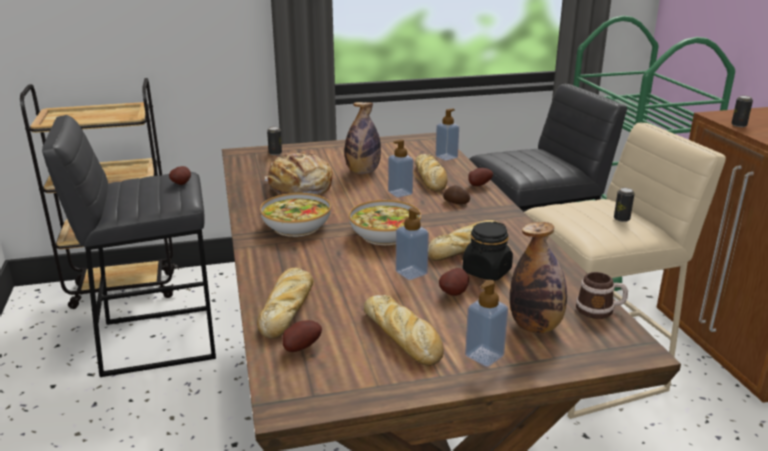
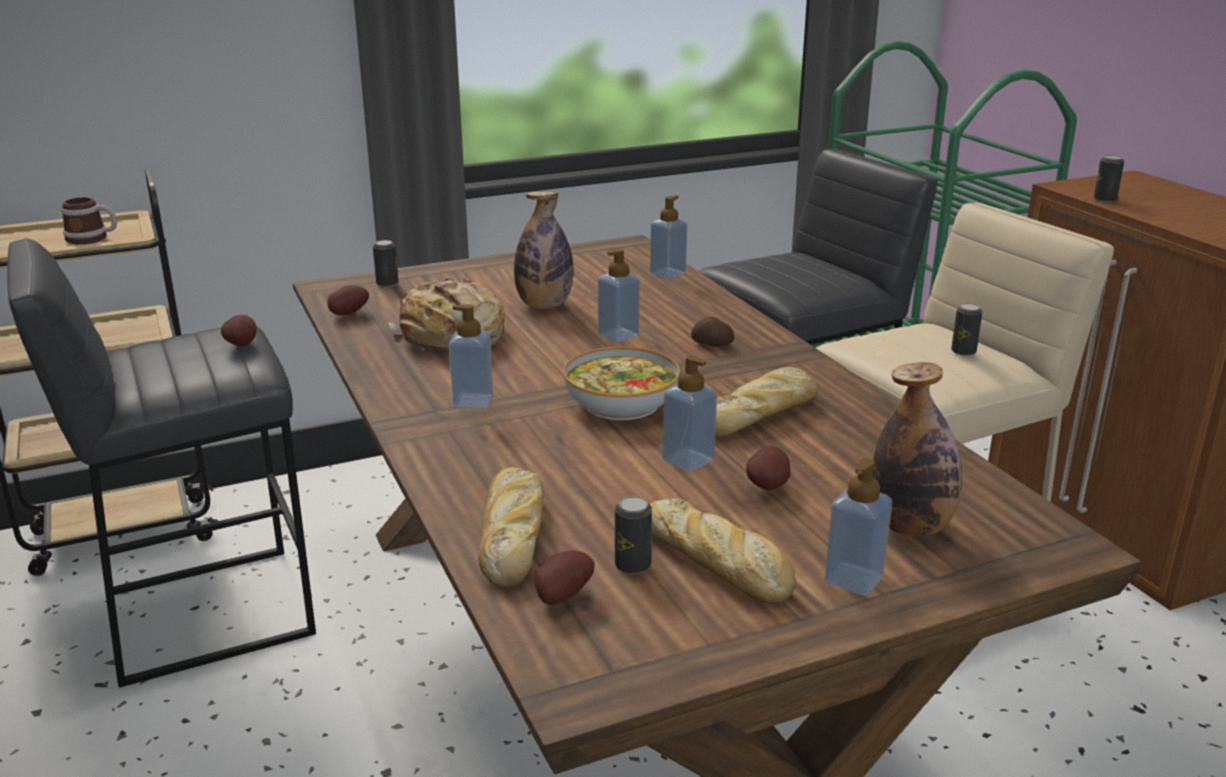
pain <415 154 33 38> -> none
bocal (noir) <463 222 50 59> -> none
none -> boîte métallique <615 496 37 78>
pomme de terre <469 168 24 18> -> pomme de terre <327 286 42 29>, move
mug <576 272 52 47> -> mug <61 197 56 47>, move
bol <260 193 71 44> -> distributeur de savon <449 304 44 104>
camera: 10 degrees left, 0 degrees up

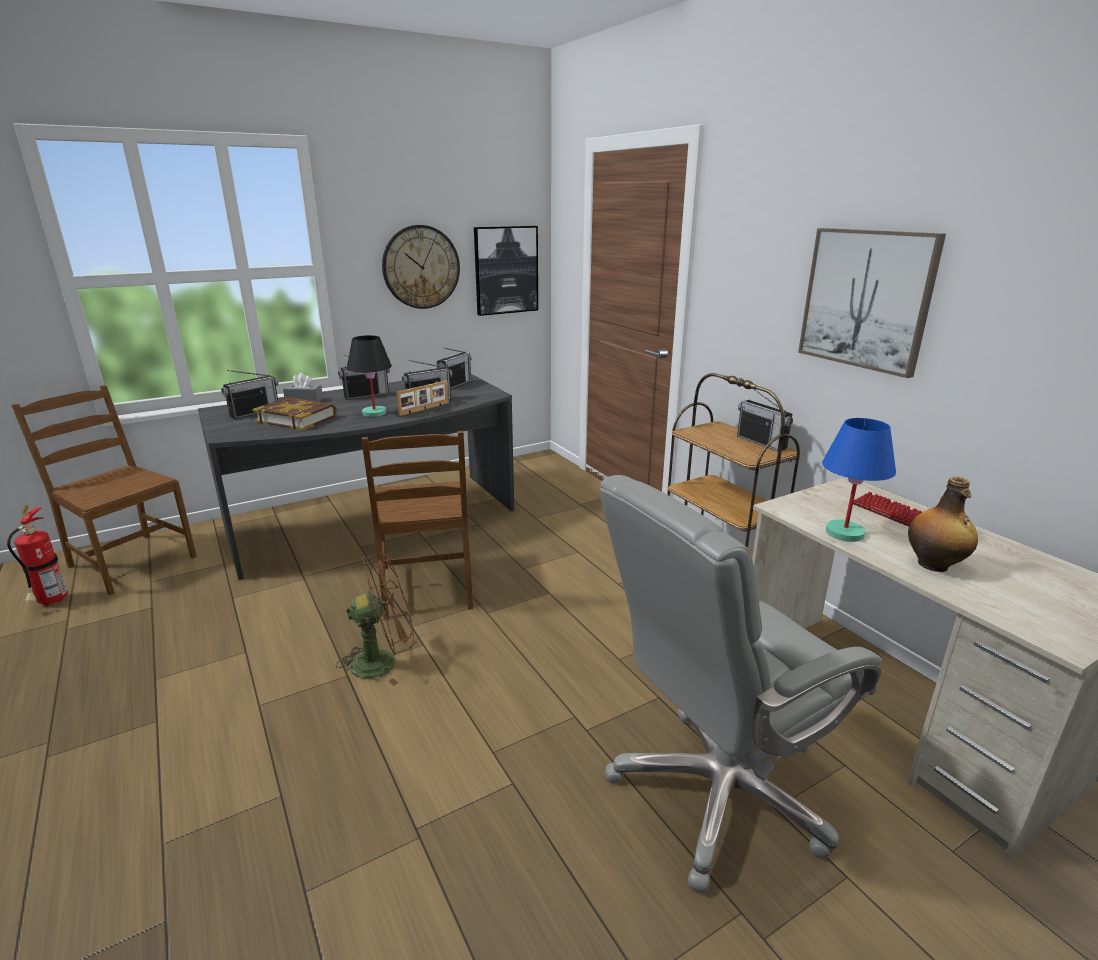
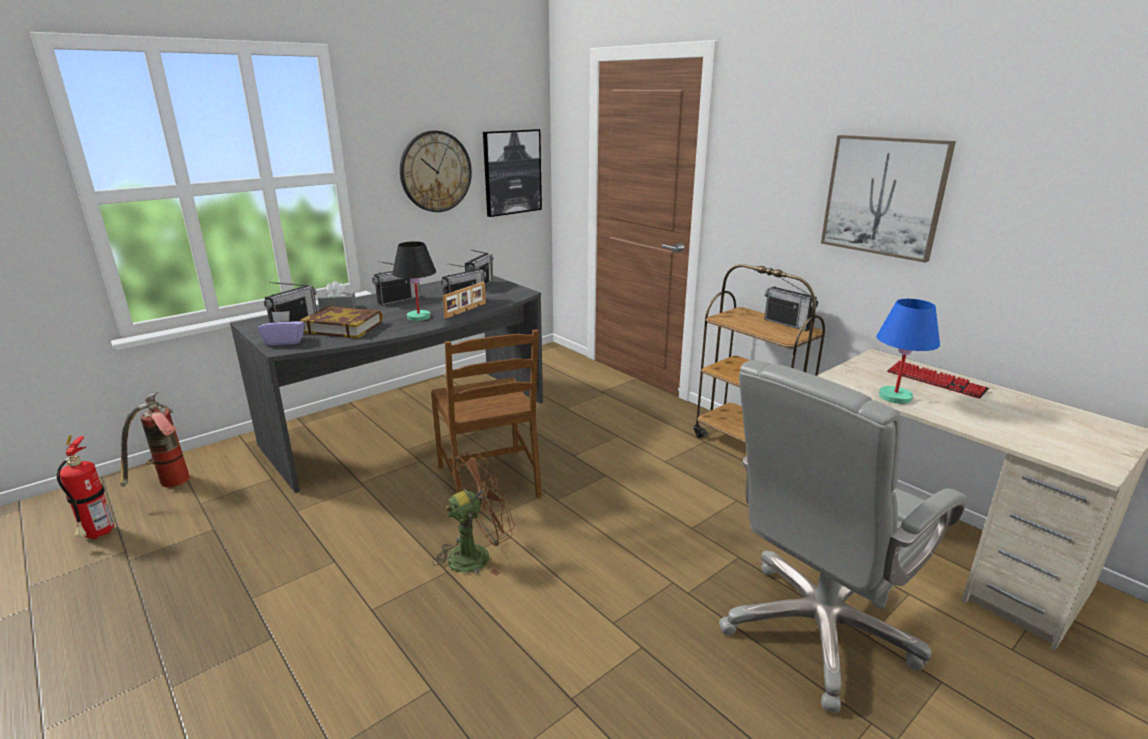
bouteille <908 477 70 95> -> none
none -> boîte à mouchoirs (violet) <258 311 47 34>
chaise (marron) <11 385 186 210> -> extincteur <120 392 70 95>
camera: 10 degrees left, 0 degrees up

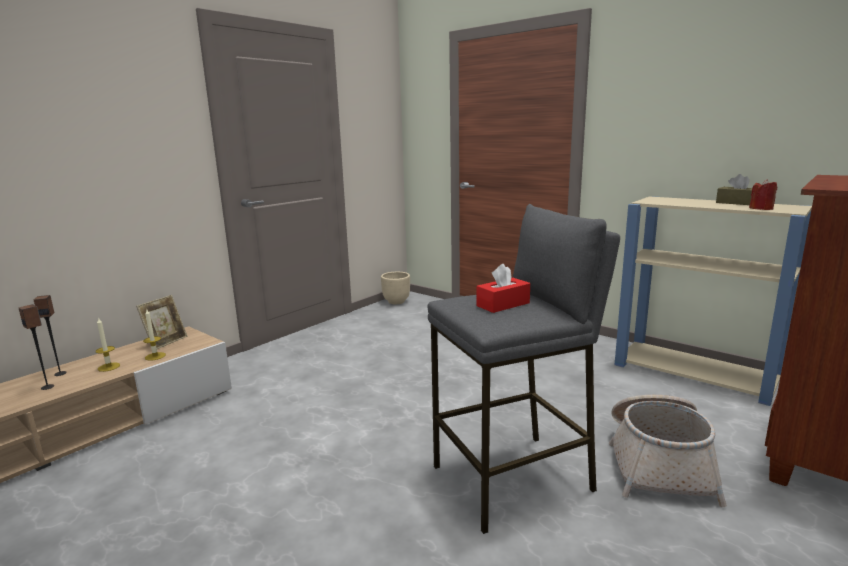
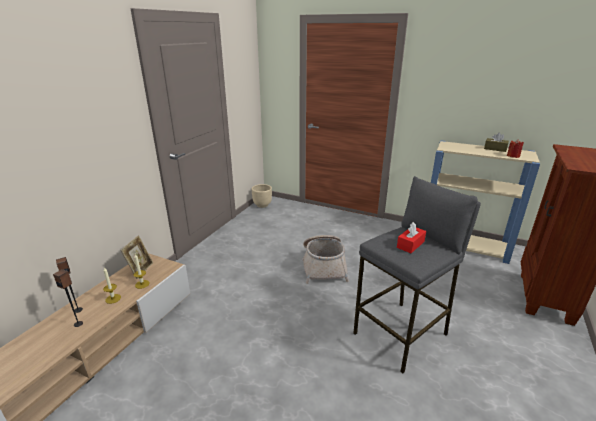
panier <609 395 118 112> -> panier <302 235 47 49>, move
camera: 15 degrees left, 10 degrees up

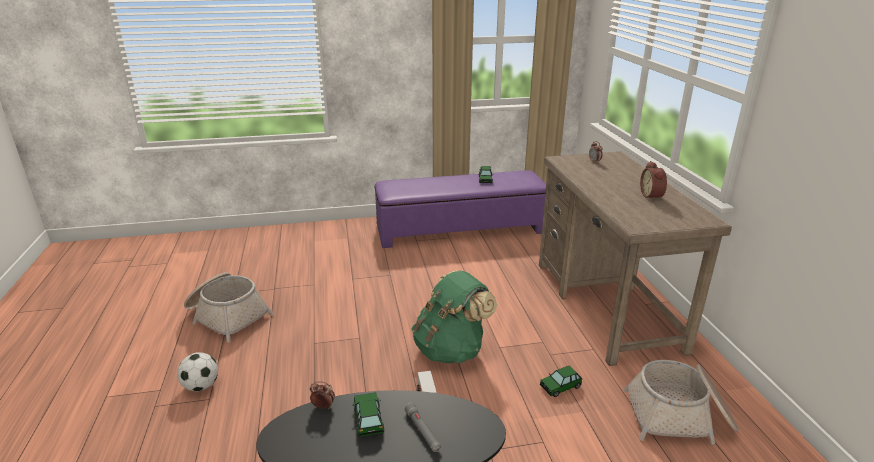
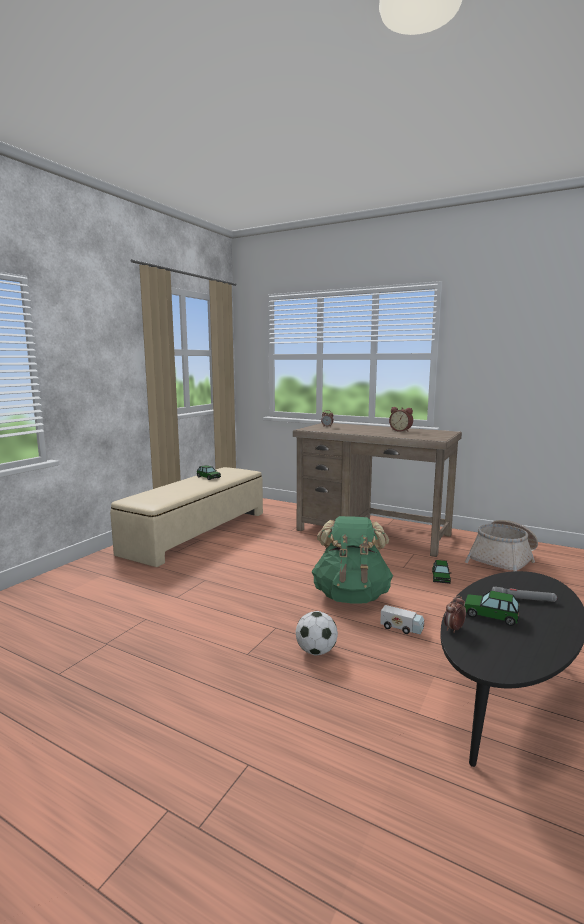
panier <184 272 90 71> -> none
ballon de foot <177 352 41 39> -> ballon de foot <296 611 42 45>, move
banc (violet) <375 170 171 78> -> banc (beige) <110 467 153 100>
camera: 50 degrees left, 15 degrees down

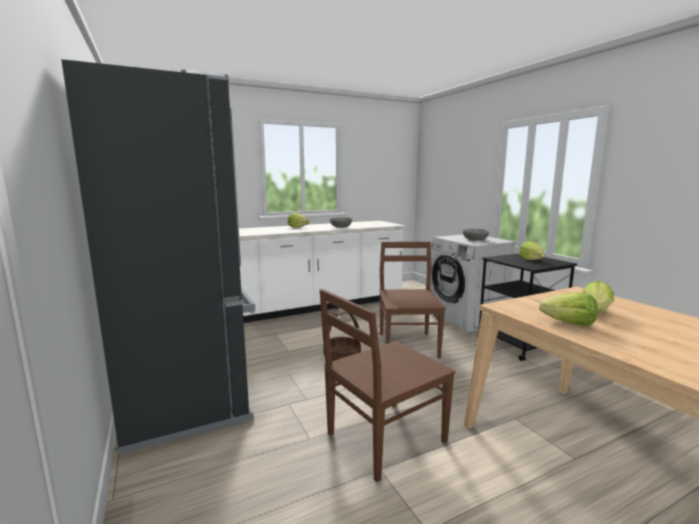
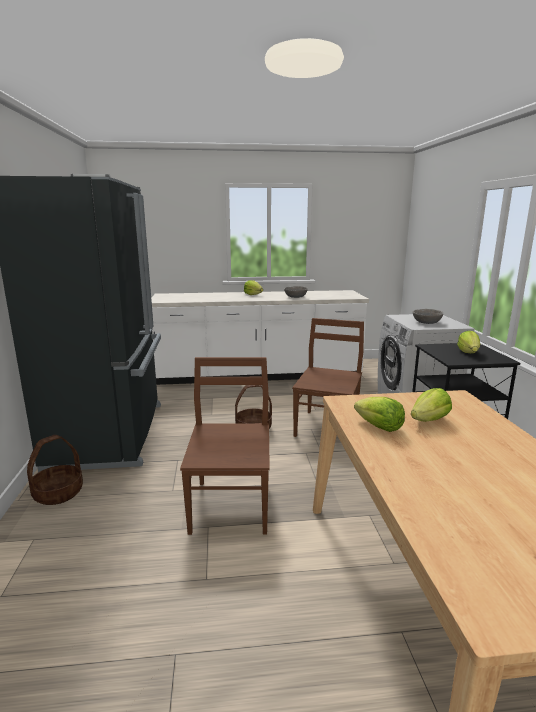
none -> panier <27 435 56 70>
chaise (marron) <320 289 136 193> -> chaise (marron) <180 357 90 178>, 105 degrees clockwise
camera: 20 degrees right, 5 degrees up

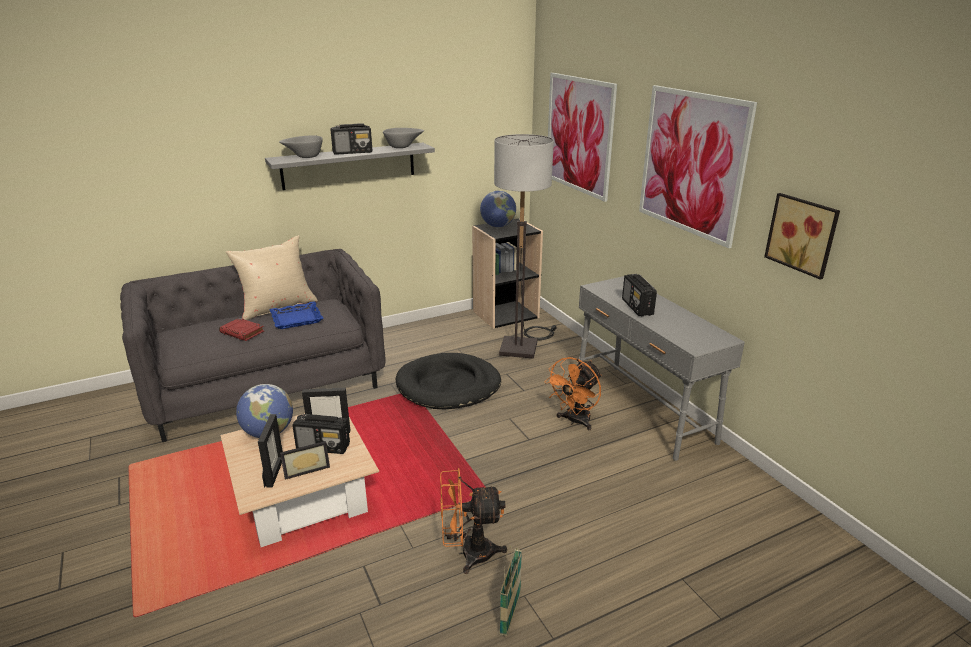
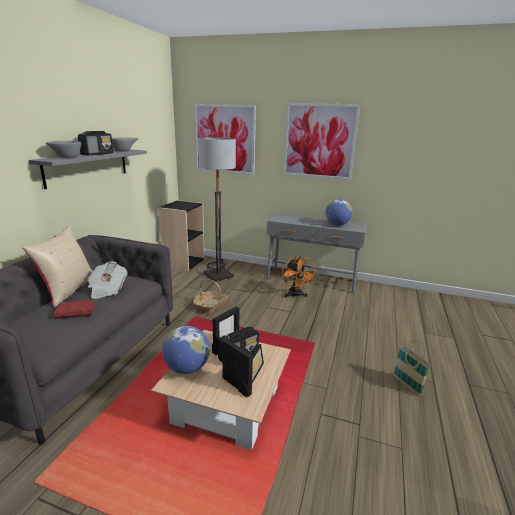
ventilateur (orange) <440 468 67 106> -> none
radio <622 274 35 42> -> none
tableau <764 193 76 86> -> none
globe <480 191 36 36> -> globe <325 199 28 27>, move
plateau (bleu) <269 301 54 28> -> journal <88 262 40 37>
panier pour chien (noir) <395 353 106 56> -> panier <193 279 35 35>
camera: 45 degrees left, 5 degrees down

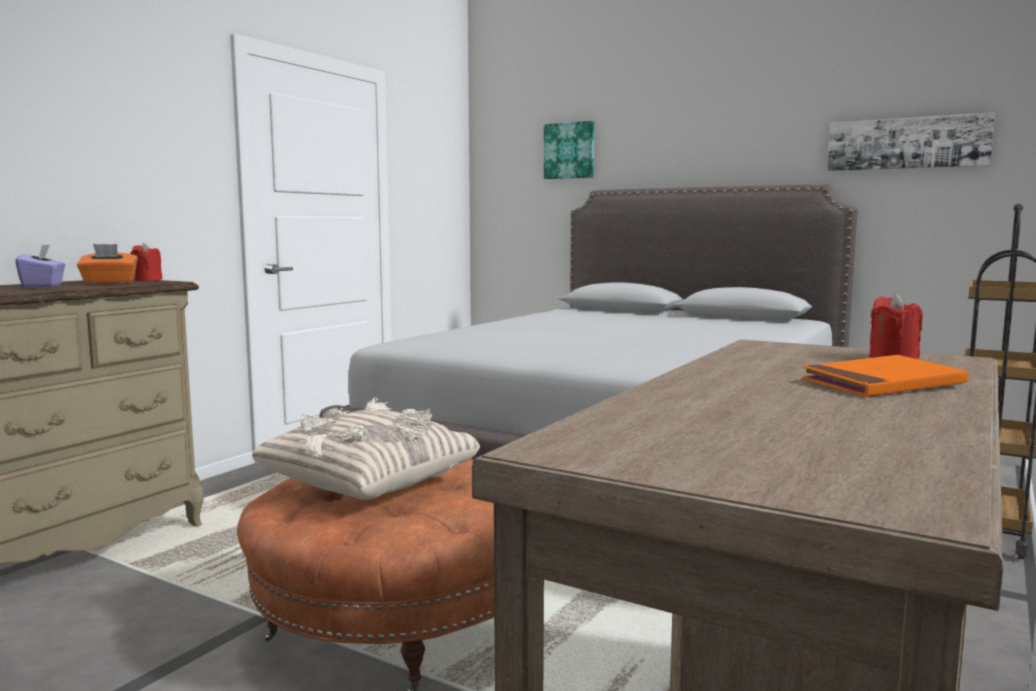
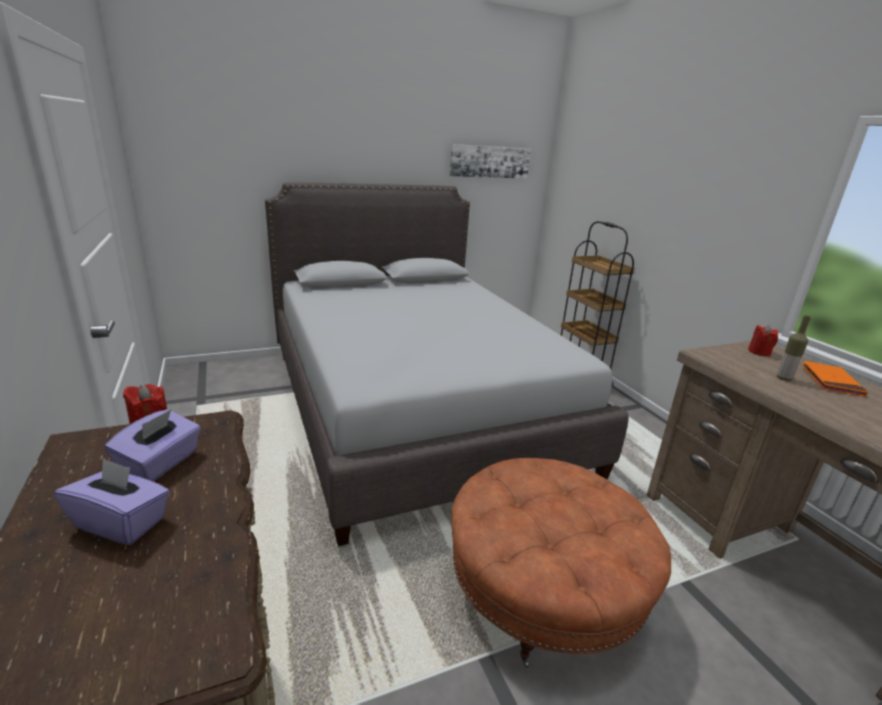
coussin (beige) <252 397 228 103> -> none
tableau <544 121 50 58> -> none
none -> bouteille <777 316 34 65>
boîte à mouchoirs (orange) <77 244 61 41> -> boîte à mouchoirs (violet) <105 409 96 72>
camera: 55 degrees left, 15 degrees up

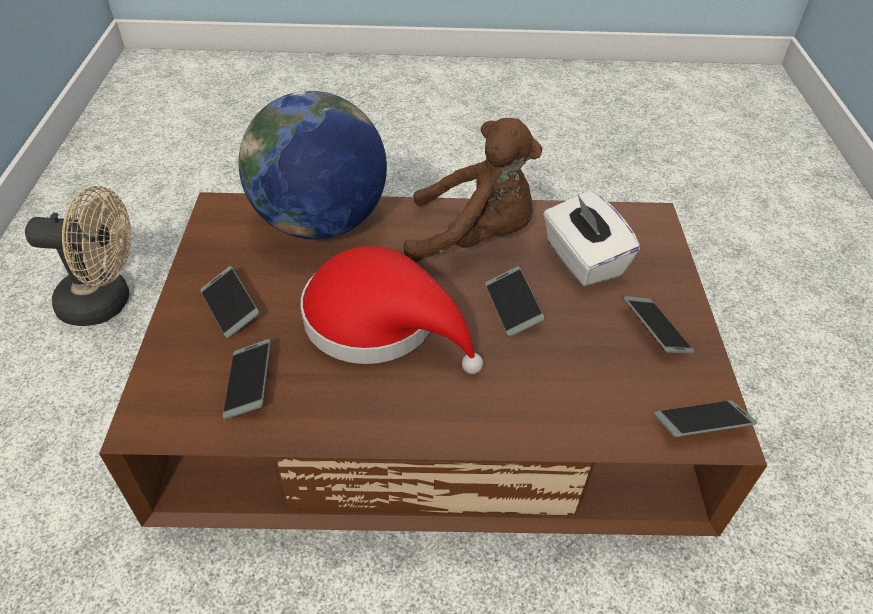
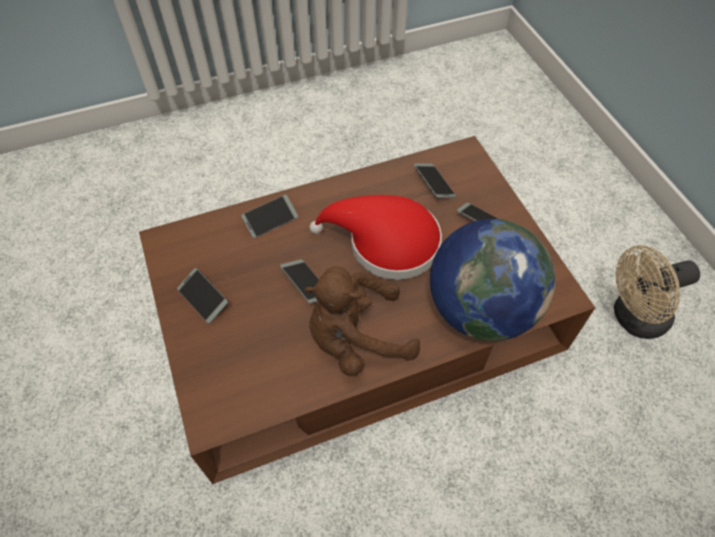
boîte à mouchoirs (blanc) <543 191 97 95> -> none
téléphone <654 401 103 36> -> téléphone <241 195 57 43>, move
camera: 160 degrees right, 10 degrees up

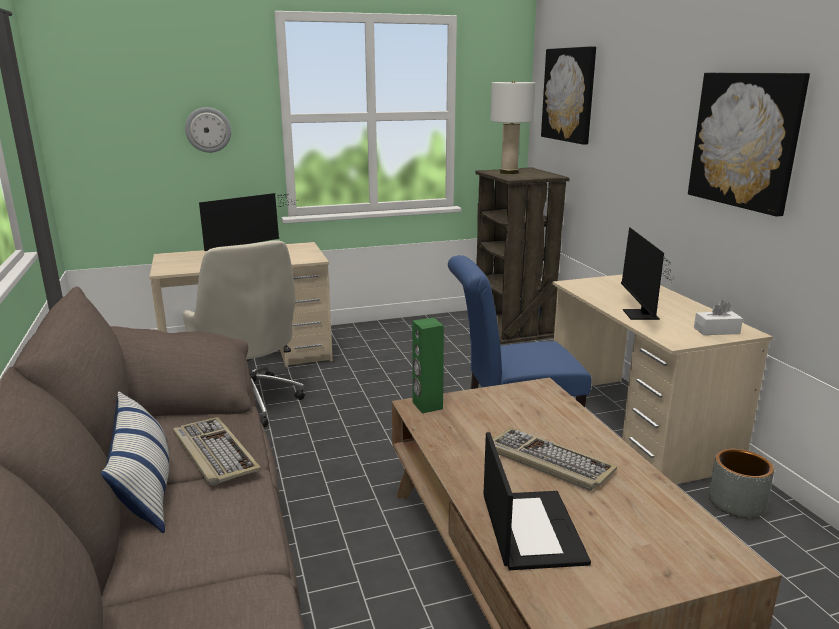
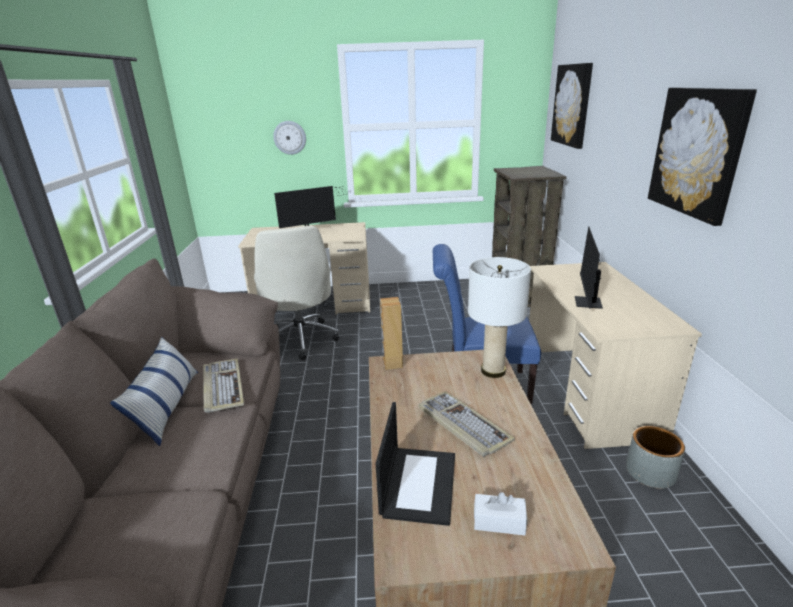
lampe de table (blanc) <490 81 45 93> -> lampe de table (blanc) <468 257 63 121>, move
boîte à mouchoirs (blanc) <694 300 49 35> -> boîte à mouchoirs (blanc) <474 492 53 43>, move
enceinte (vert) <412 317 32 96> -> enceinte (marron) <380 297 23 73>
camera: 15 degrees right, 5 degrees up

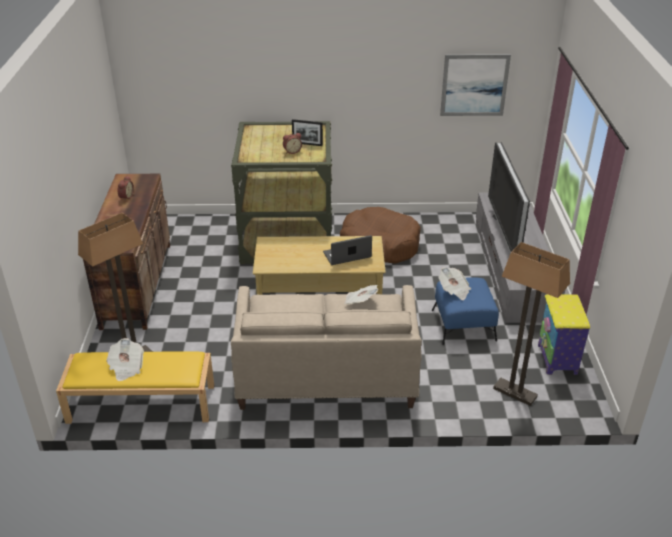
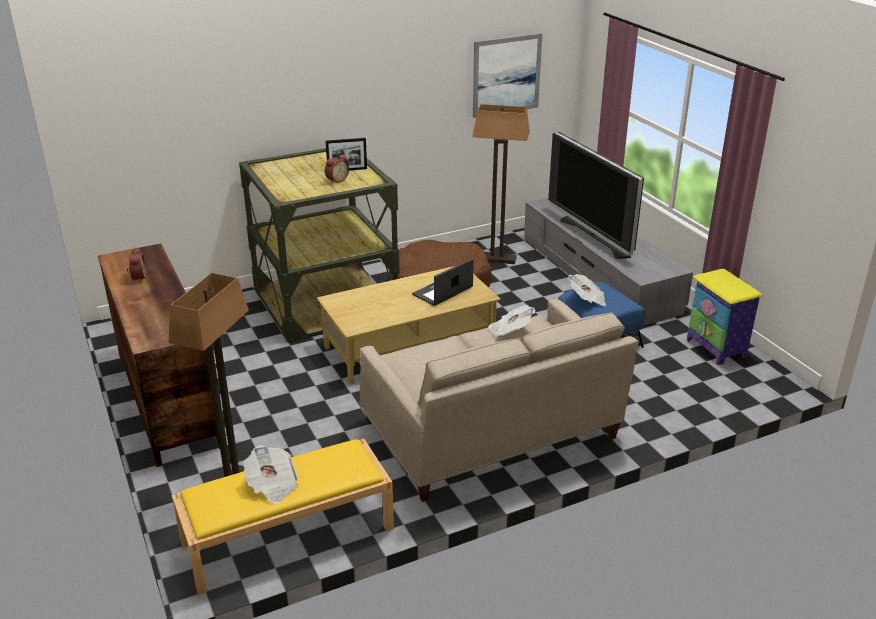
lampadaire <493 242 77 164> -> lampadaire <472 104 58 160>, move
camera: 25 degrees left, 5 degrees down

